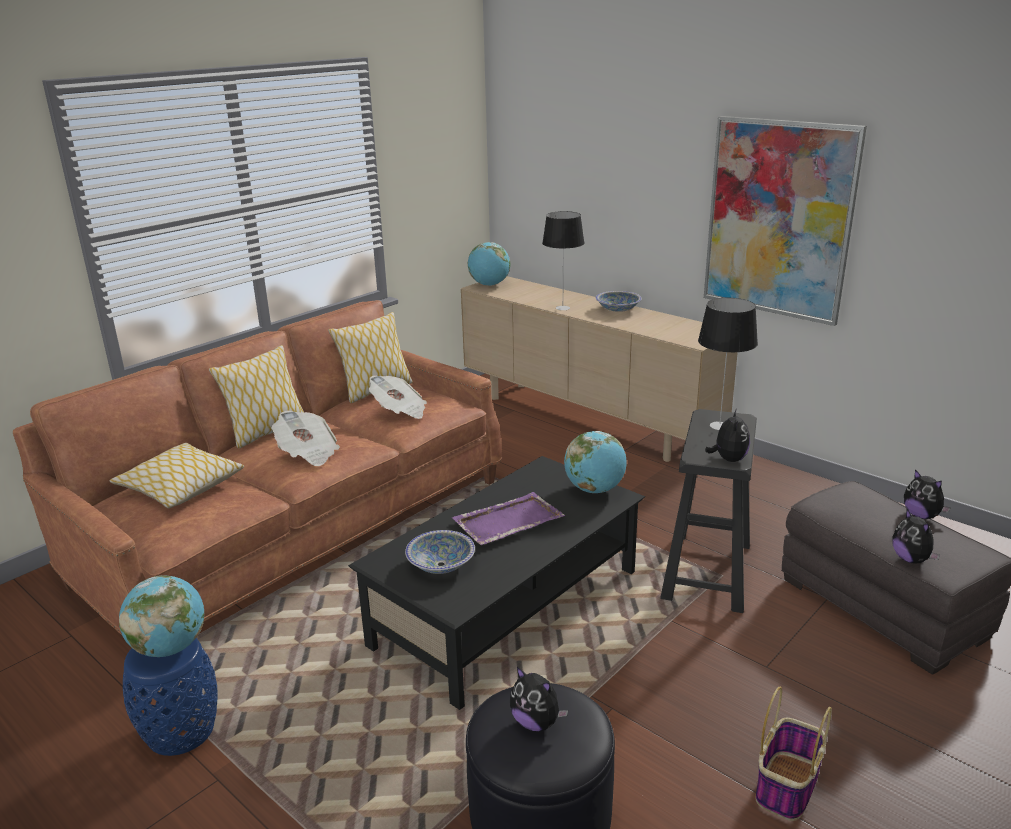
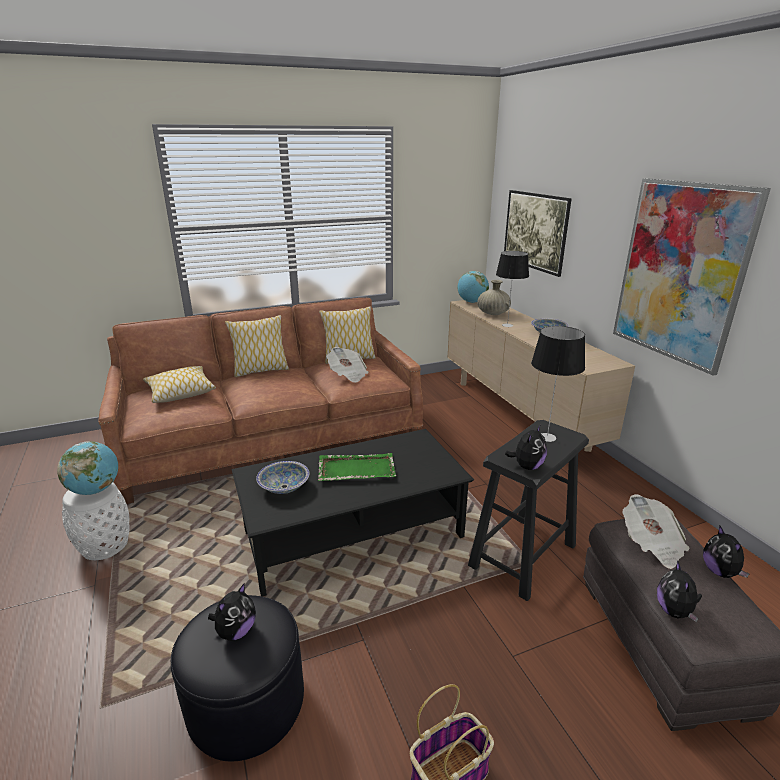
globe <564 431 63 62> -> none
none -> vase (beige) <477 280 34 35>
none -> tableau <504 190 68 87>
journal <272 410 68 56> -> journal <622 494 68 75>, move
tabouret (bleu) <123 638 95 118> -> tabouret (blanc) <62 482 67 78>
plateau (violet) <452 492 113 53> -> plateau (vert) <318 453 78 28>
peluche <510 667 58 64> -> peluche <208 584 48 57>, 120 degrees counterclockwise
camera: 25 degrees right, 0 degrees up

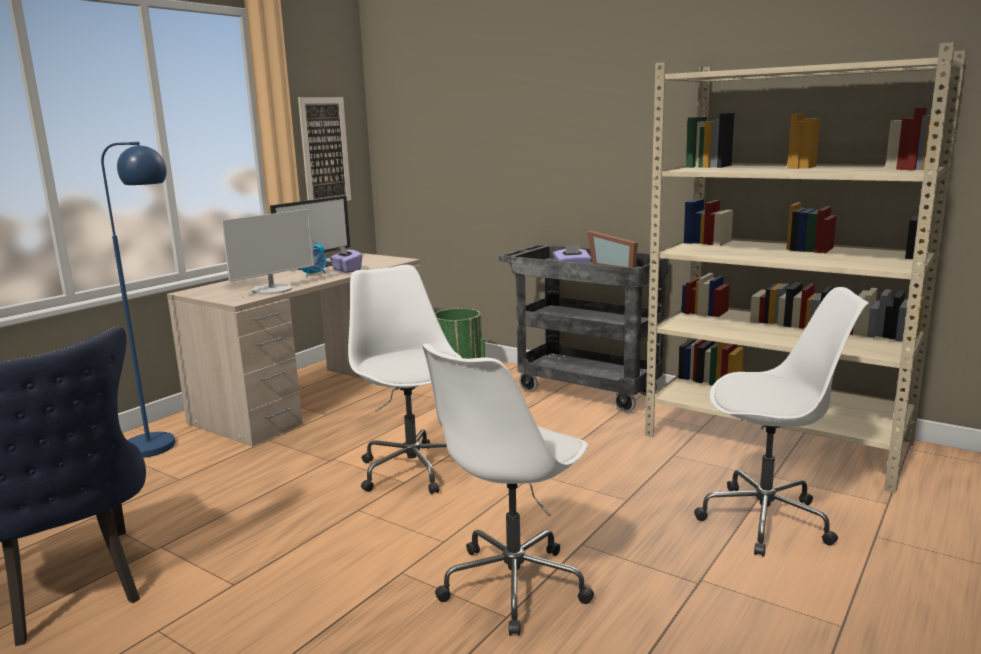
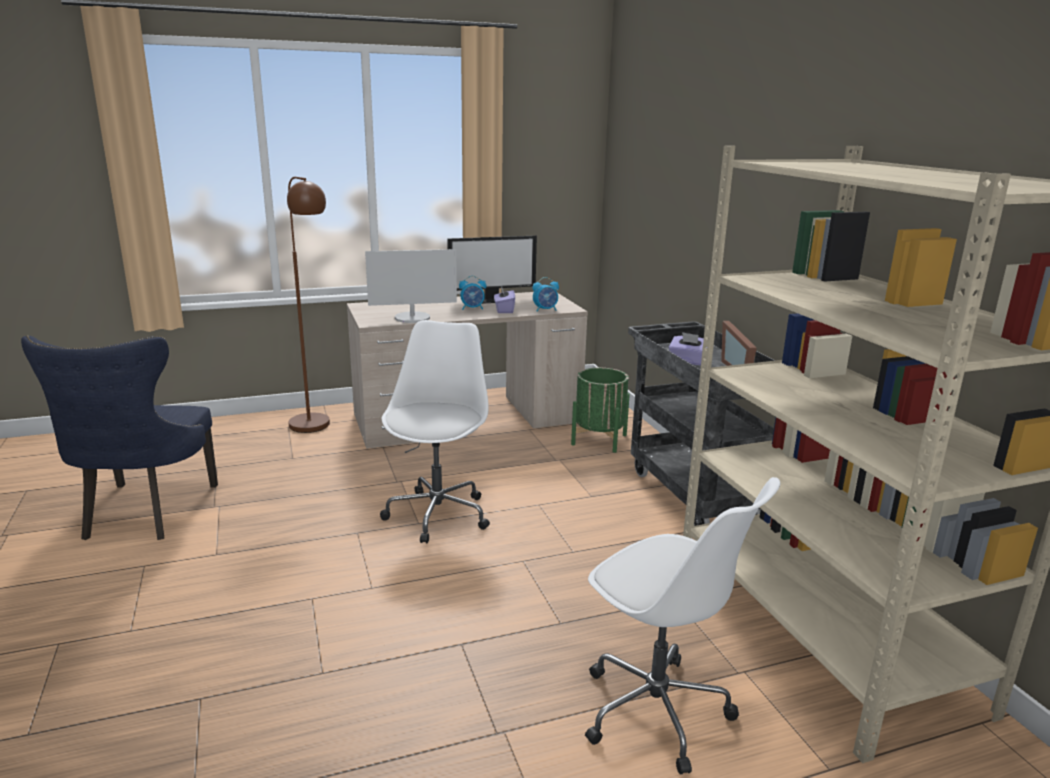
tableau <298 97 53 104> -> none
chaise de bureau (blanc) <423 344 171 292> -> none
none -> réveil <532 277 27 34>
lampadaire (bleu) <101 142 74 316> -> lampadaire (marron) <287 177 43 256>
camera: 35 degrees right, 5 degrees up

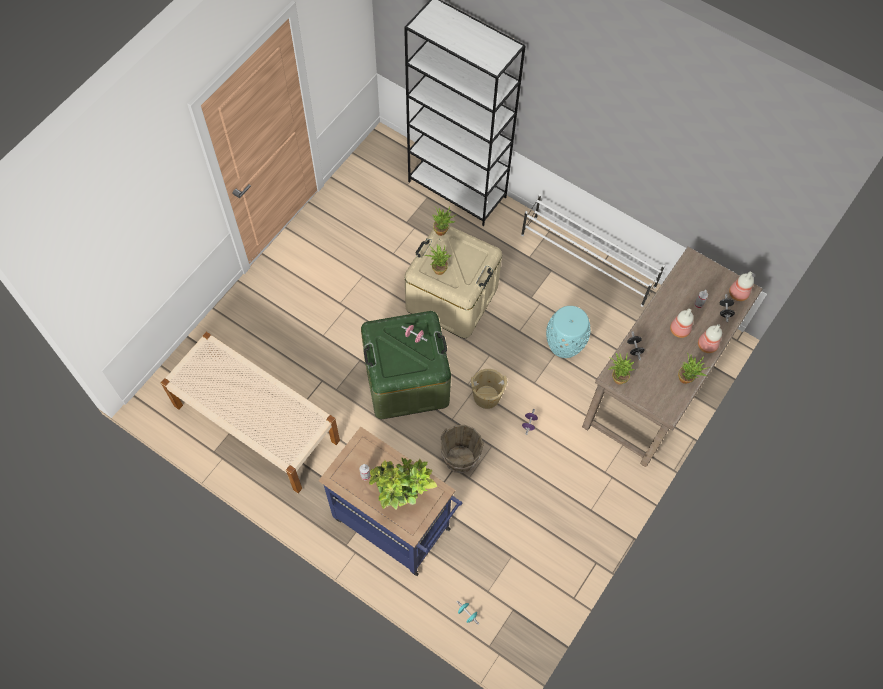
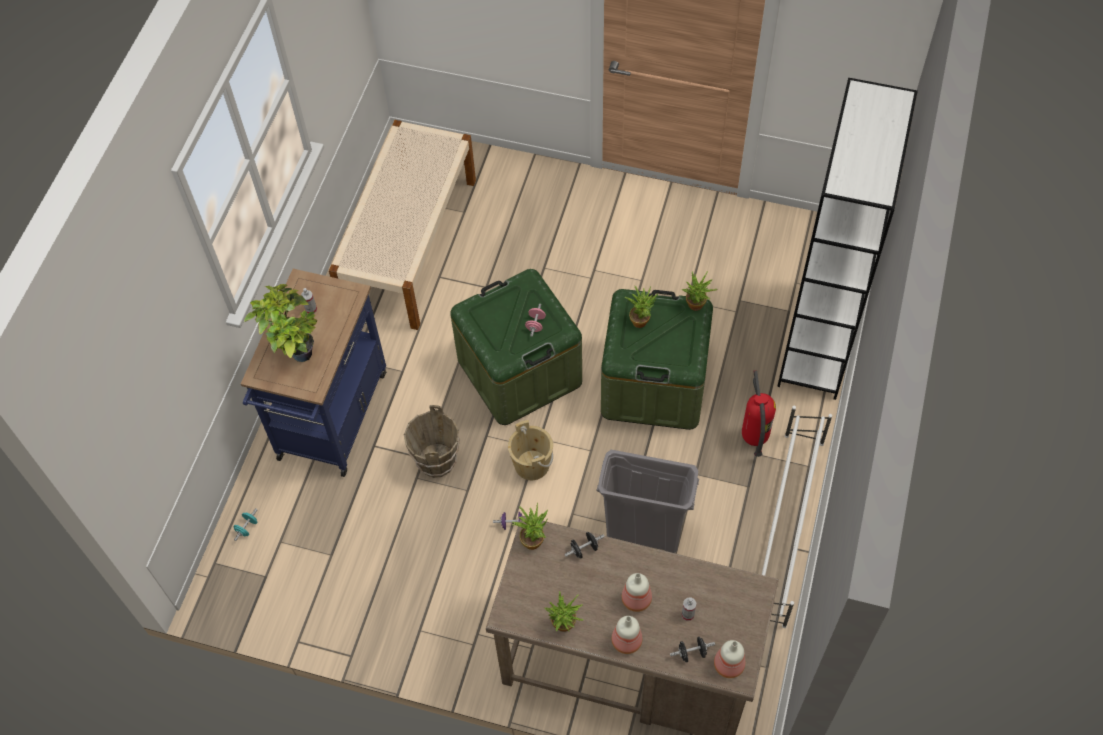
none -> extincteur <742 371 34 86>
tabouret (turquoise) <546 306 44 52> -> poubelle (gris) <596 450 103 103>
boîte de rangement (beige) <404 226 98 112> -> boîte de rangement (vert) <601 289 112 141>
camera: 75 degrees right, 5 degrees down

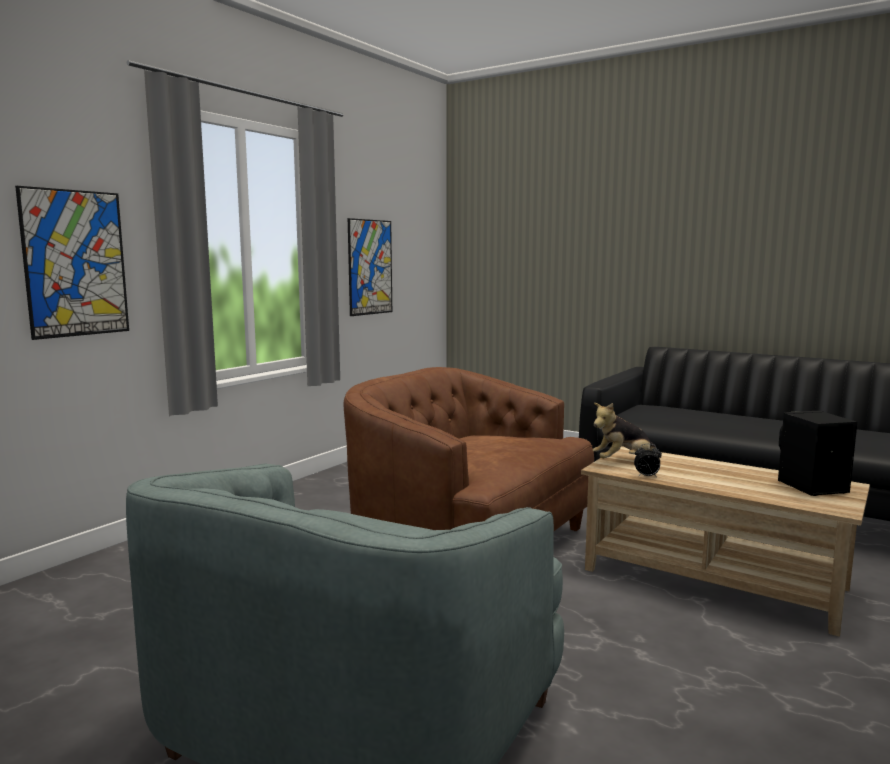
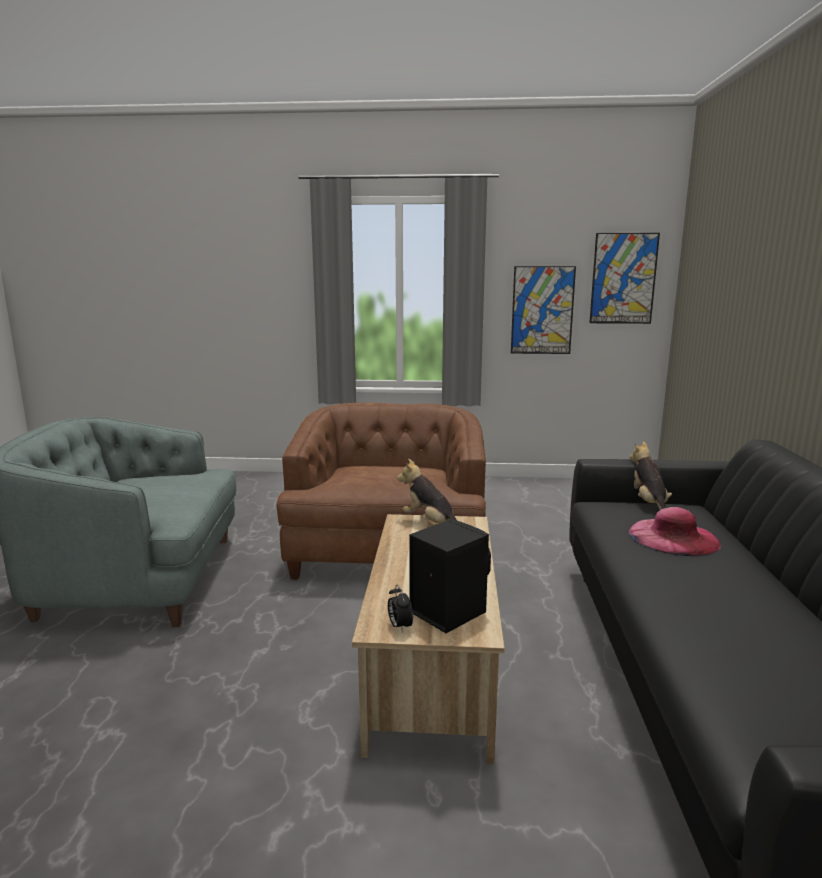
none -> peluche <629 441 43 69>
none -> chapeau (rose) <629 507 92 49>
tableau <15 186 114 154> -> tableau <589 233 71 91>, move
réveil <634 444 28 33> -> réveil <388 585 25 48>, move
camera: 60 degrees right, 5 degrees up

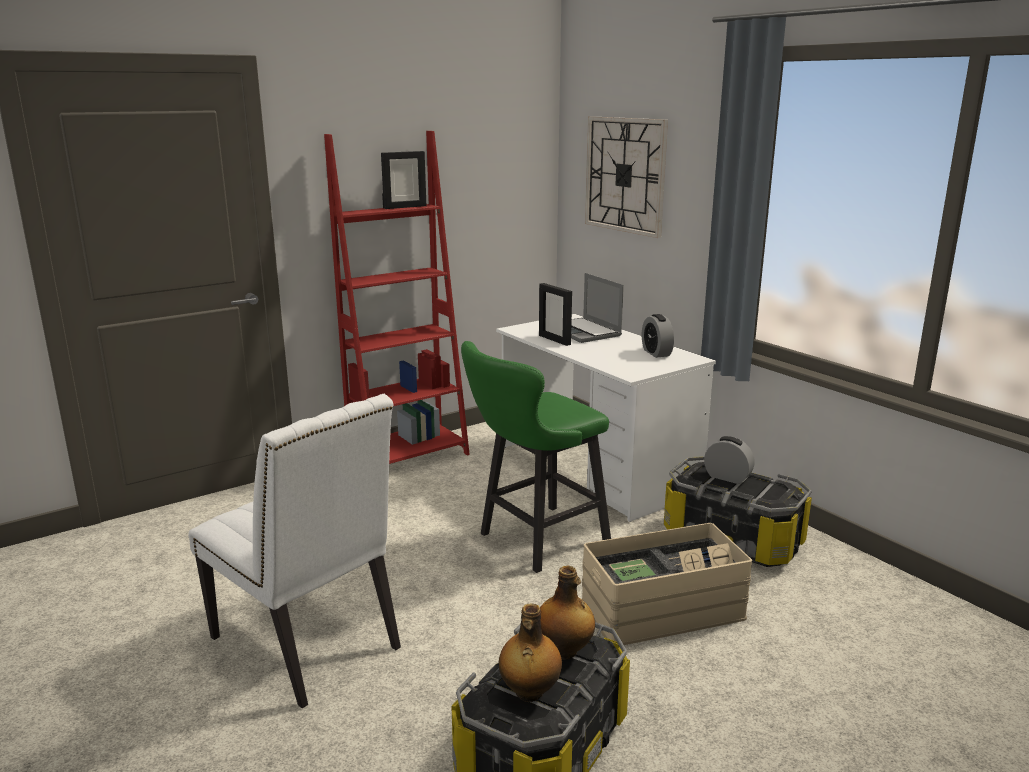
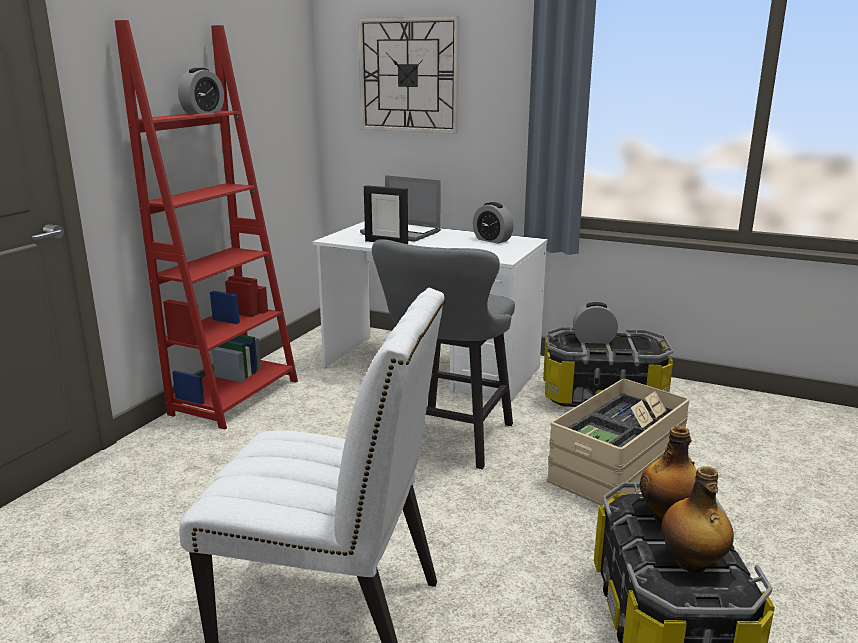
cadre photo <381 151 45 58> -> réveil <178 68 46 46>
tabouret (vert) <461 341 150 232> -> tabouret (gris) <372 239 143 230>
camera: 30 degrees left, 0 degrees up

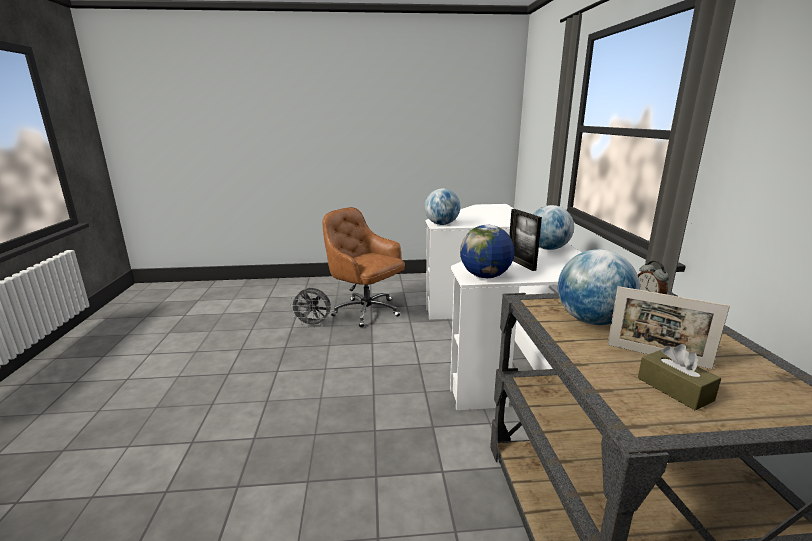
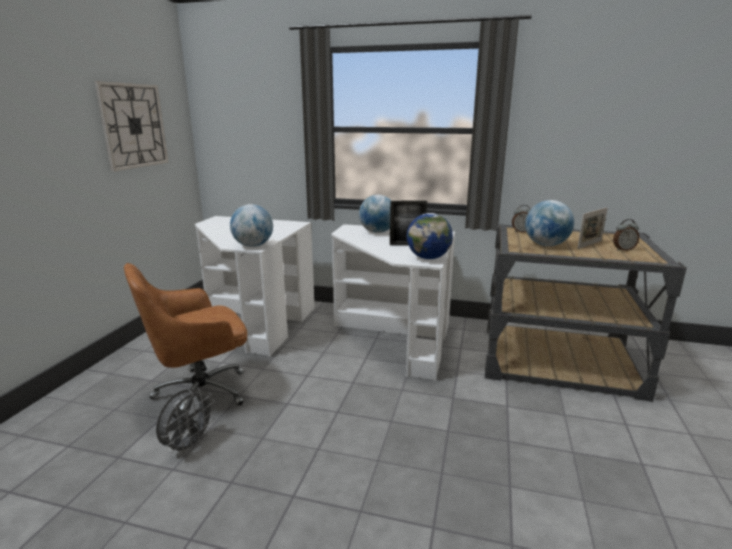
none -> horloge murale <95 81 73 90>
boîte à mouchoirs (marron) <638 344 83 66> -> réveil <613 219 26 32>
camera: 70 degrees left, 0 degrees up

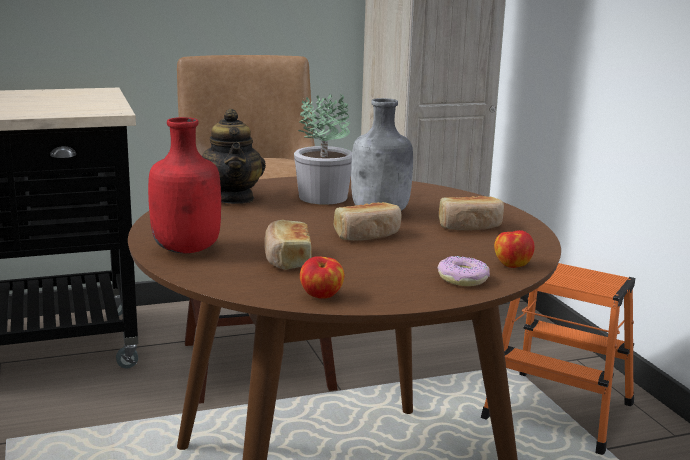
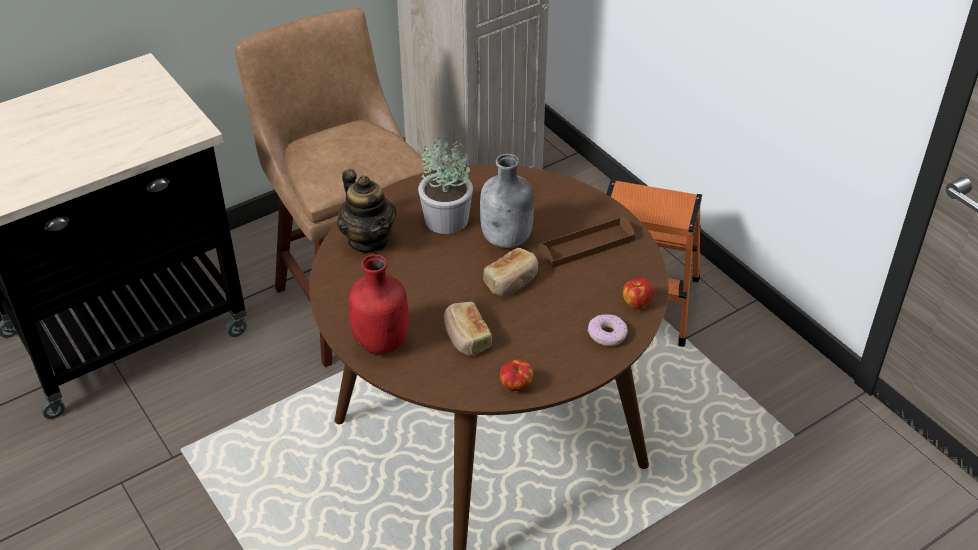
pain <439 196 65 34> -> plateau (marron) <539 217 96 51>
camera: 15 degrees left, 25 degrees up

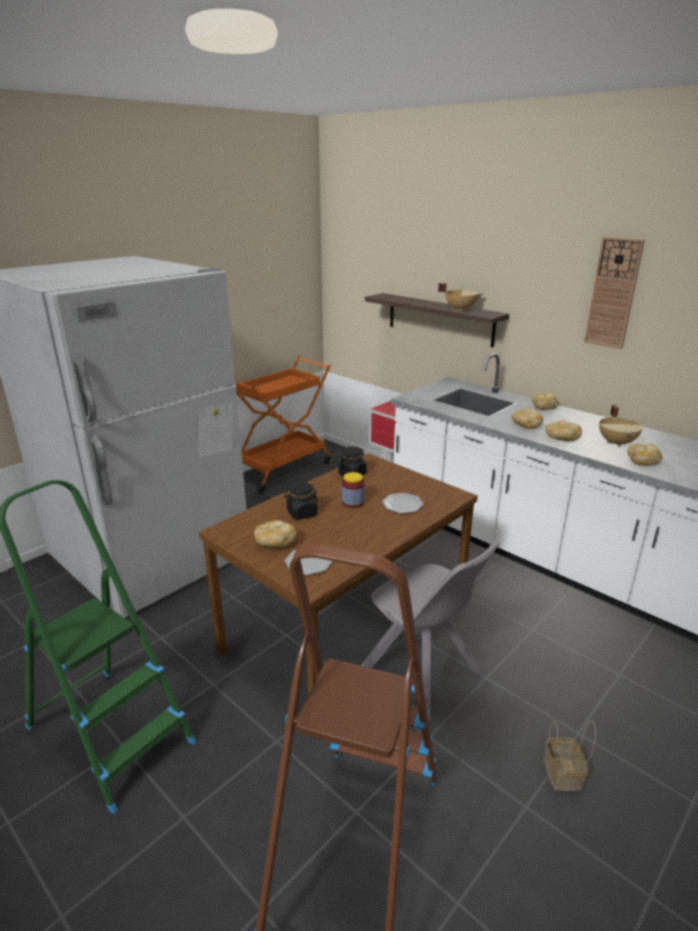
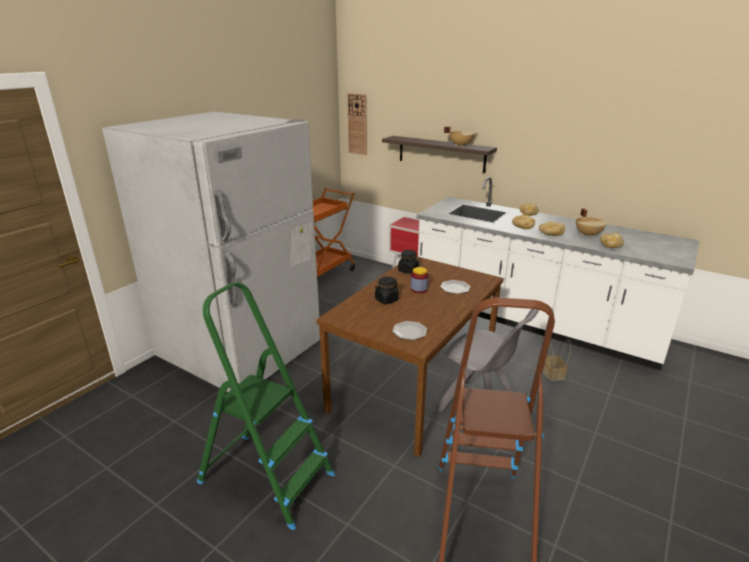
pain <254 520 42 28> -> none
panier <544 721 52 70> -> panier <543 340 28 41>, move
horloge murale <584 237 61 112> -> horloge murale <347 93 20 62>, move
camera: 10 degrees left, 0 degrees up

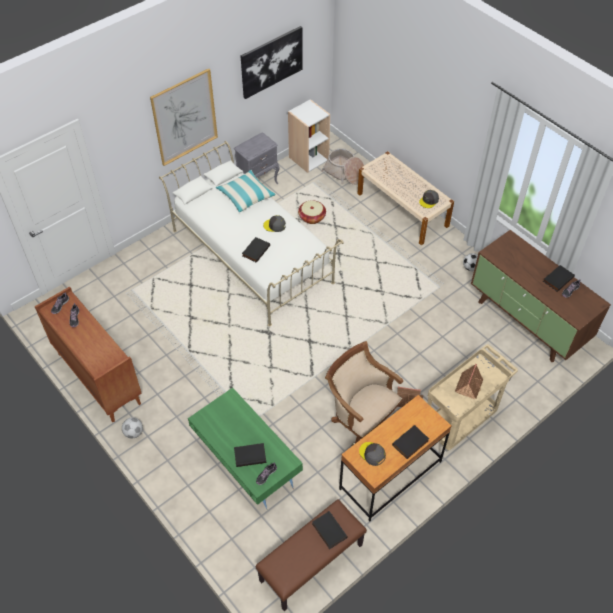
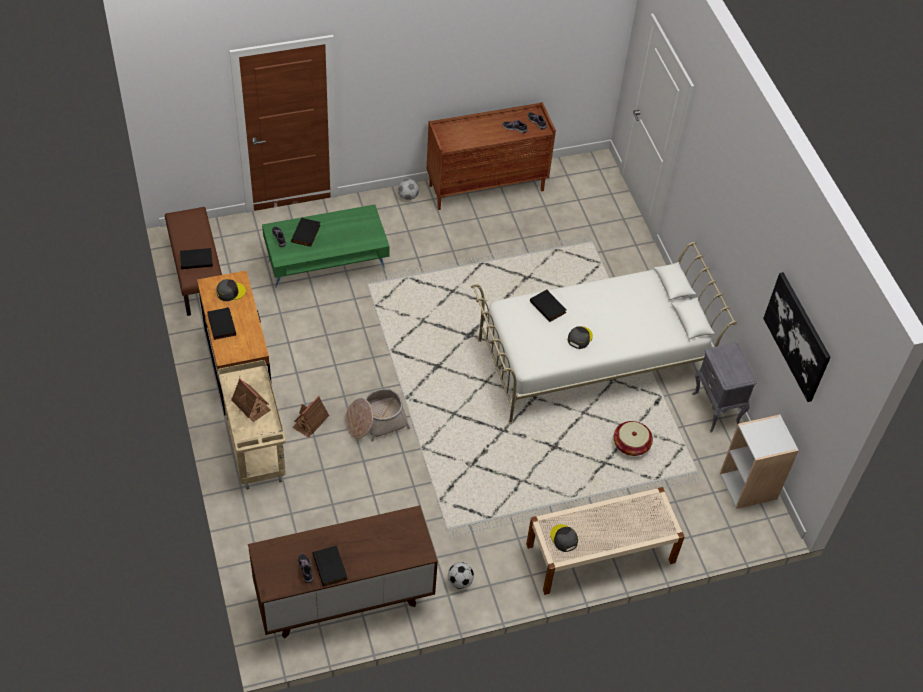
tableau <150 68 68 98> -> none
coussin <216 170 60 42> -> none
chaise de bureau <325 341 78 105> -> none
panier <321 148 43 37> -> panier <345 389 65 53>, move
camera: 110 degrees right, 0 degrees up

